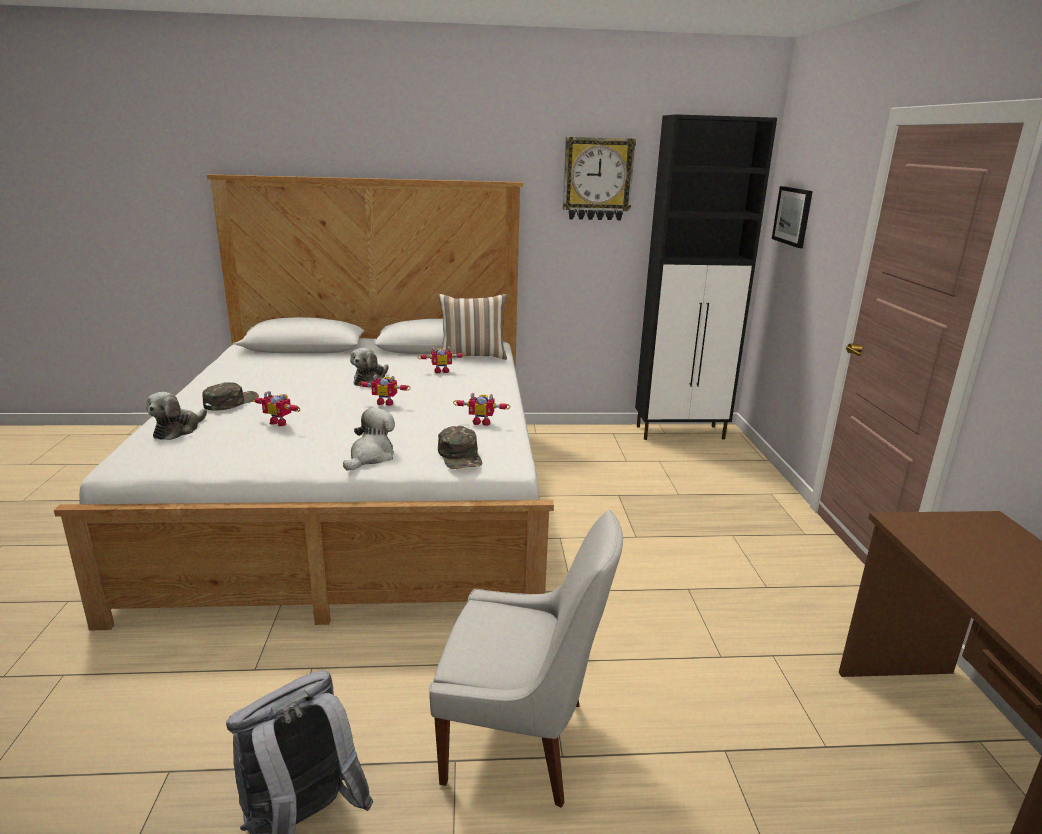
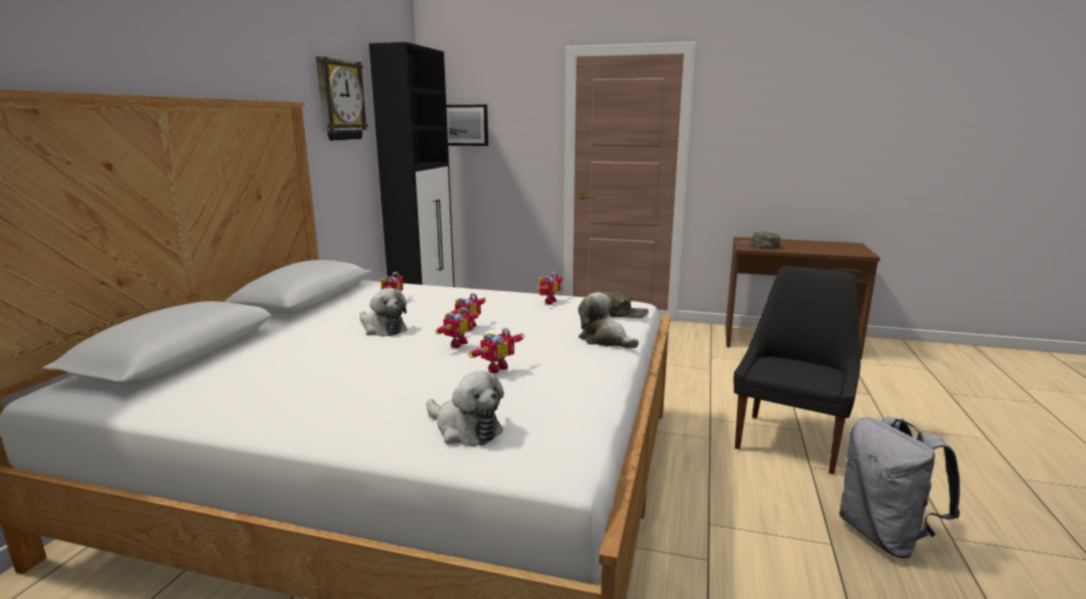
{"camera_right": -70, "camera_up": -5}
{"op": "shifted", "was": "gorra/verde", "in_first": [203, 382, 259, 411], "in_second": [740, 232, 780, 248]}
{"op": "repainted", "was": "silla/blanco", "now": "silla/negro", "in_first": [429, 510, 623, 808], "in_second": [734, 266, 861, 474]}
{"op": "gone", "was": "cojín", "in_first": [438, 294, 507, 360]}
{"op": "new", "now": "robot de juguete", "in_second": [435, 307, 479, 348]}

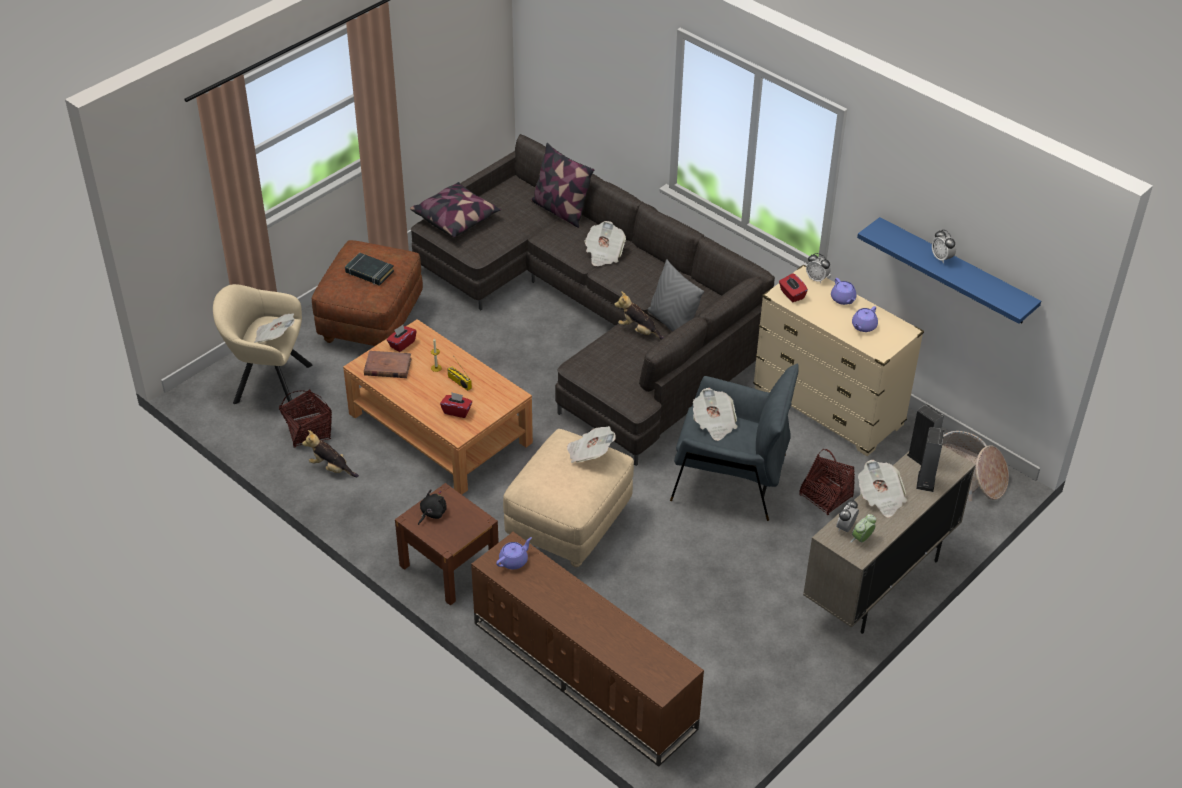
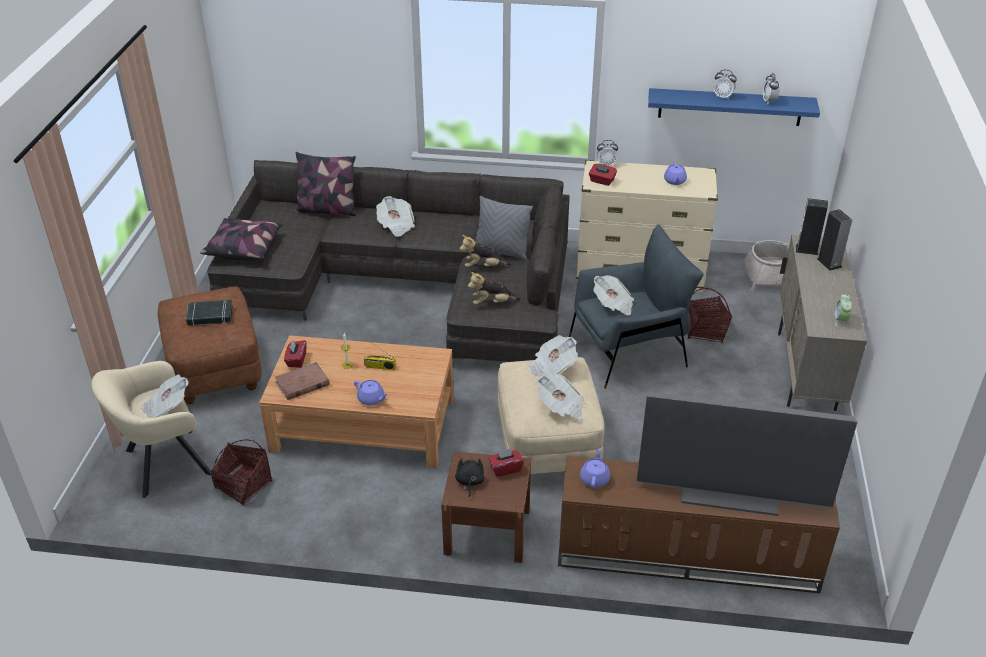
{"camera_right": -35, "camera_up": -5}
{"op": "shifted", "was": "peluche", "in_first": [302, 430, 359, 477], "in_second": [468, 272, 520, 305]}
{"op": "shifted", "was": "caja de pañuelos/rojo", "in_first": [440, 392, 472, 418], "in_second": [488, 448, 524, 477]}
{"op": "shifted", "was": "tetera/morado", "in_first": [831, 278, 857, 305], "in_second": [354, 380, 388, 405]}
{"op": "shifted", "was": "despertador", "in_first": [836, 500, 859, 532], "in_second": [763, 74, 780, 105]}
{"op": "shifted", "was": "periódico", "in_first": [858, 460, 907, 518], "in_second": [538, 373, 584, 420]}
{"op": "new", "now": "televisor", "in_second": [636, 392, 857, 516]}

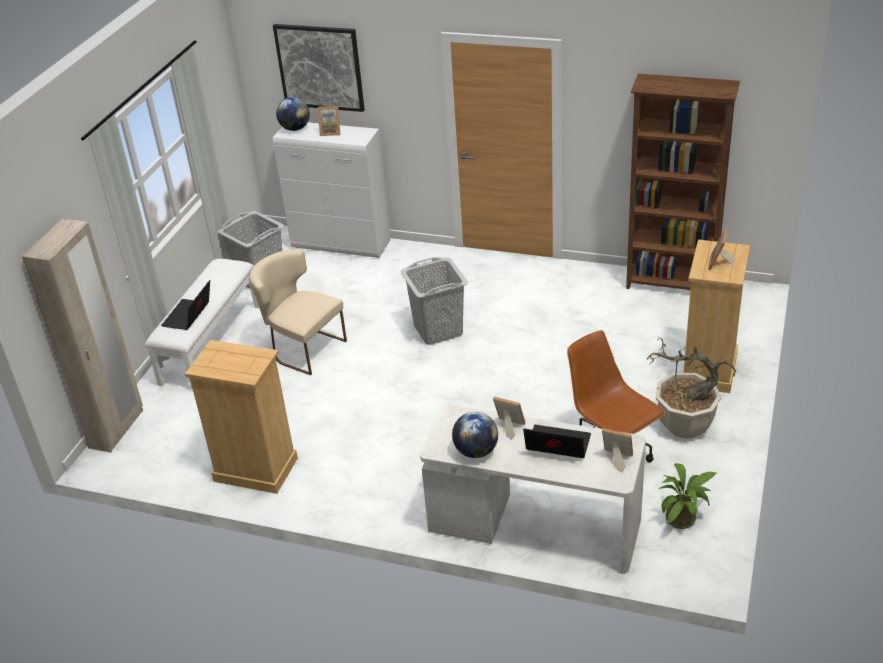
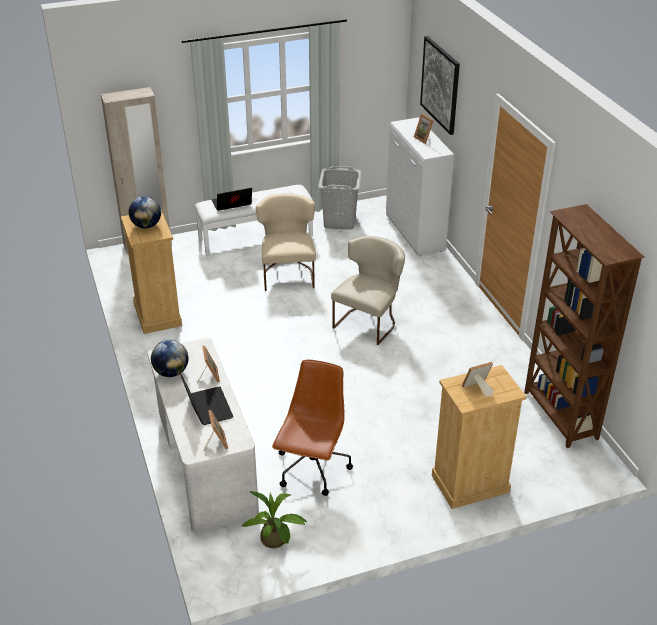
{"camera_right": 50, "camera_up": 0}
{"op": "shifted", "was": "globo terráqueo", "in_first": [276, 97, 310, 131], "in_second": [129, 196, 161, 229]}
{"op": "swapped", "was": "cesto de la ropa/gris", "now": "silla/beis", "in_first": [401, 257, 468, 345], "in_second": [331, 236, 405, 345]}
{"op": "gone", "was": "planta en maceta", "in_first": [647, 336, 737, 439]}

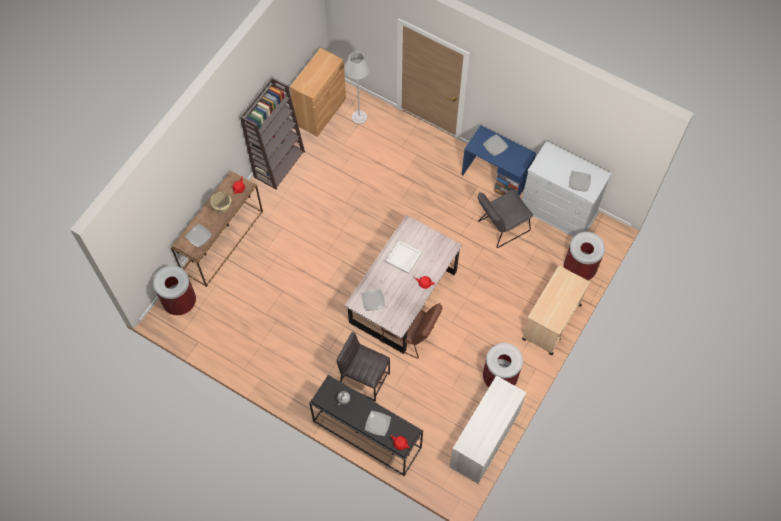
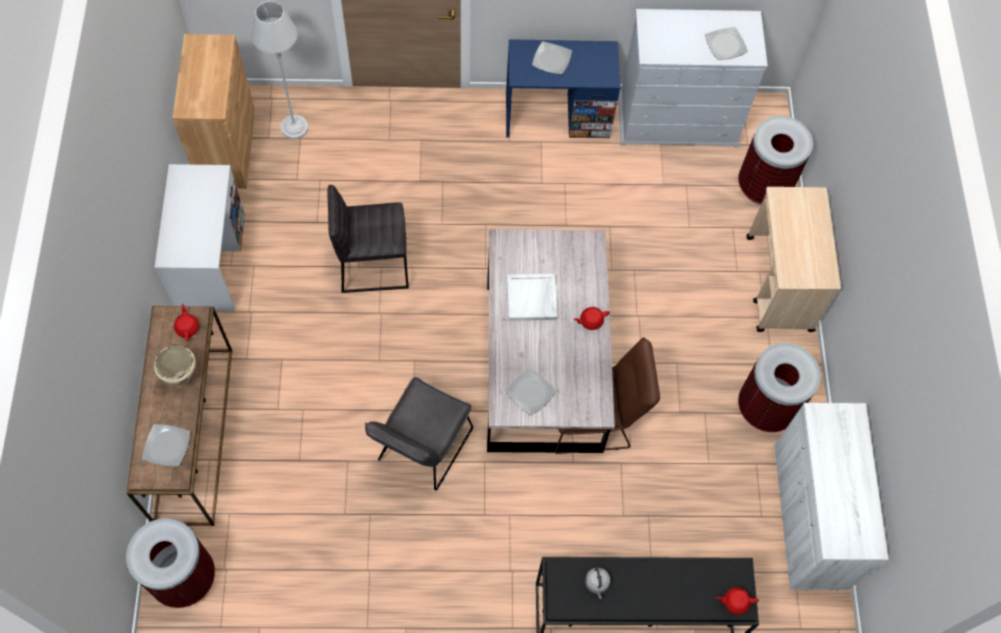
{"camera_right": -35, "camera_up": 0}
{"op": "swapped", "was": "estantería/marrón", "now": "escritorio/blanco", "in_first": [240, 77, 305, 190], "in_second": [154, 164, 245, 311]}
{"op": "shifted", "was": "taburete/gris", "in_first": [336, 332, 390, 402], "in_second": [327, 185, 409, 293]}
{"op": "gone", "was": "plato", "in_first": [365, 411, 391, 436]}
{"op": "shifted", "was": "silla/gris", "in_first": [478, 189, 533, 248], "in_second": [365, 377, 473, 491]}

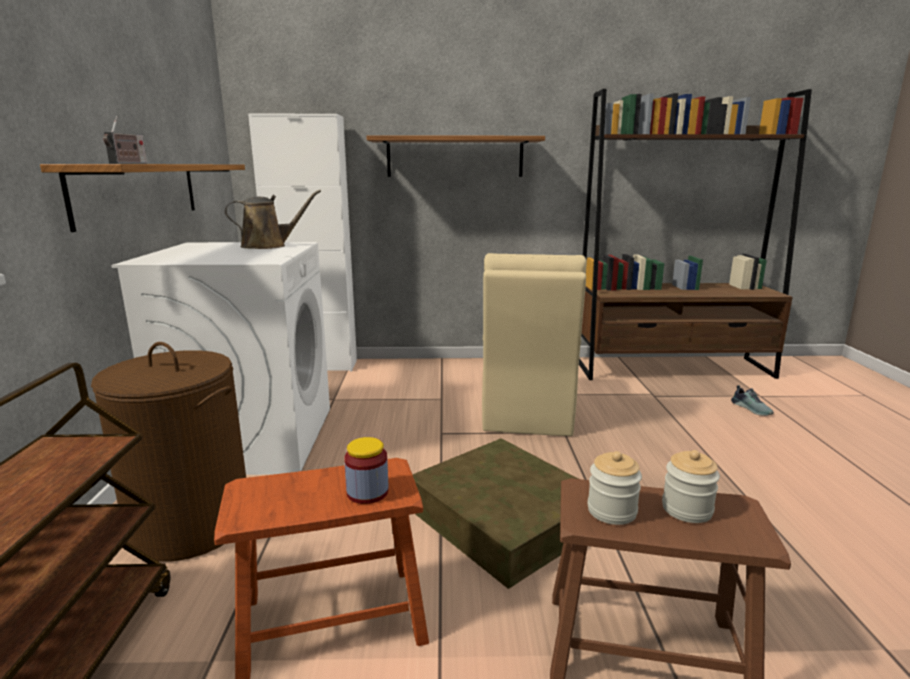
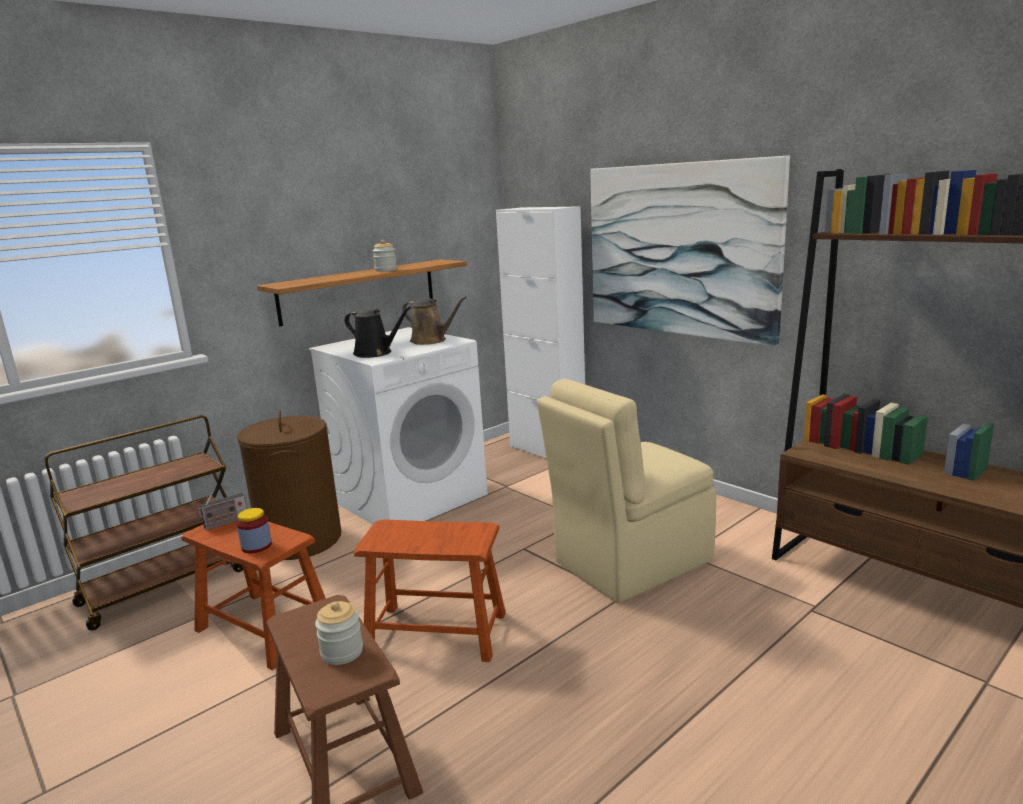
{"camera_right": 50, "camera_up": 0}
{"op": "shifted", "was": "radio", "in_first": [103, 116, 147, 164], "in_second": [196, 489, 247, 530]}
{"op": "swapped", "was": "estante", "now": "cuadro", "in_first": [367, 135, 545, 177], "in_second": [590, 156, 790, 347]}
{"op": "swapped", "was": "caja de almacenaje/marrón", "now": "taburete/marrón", "in_first": [412, 438, 578, 589], "in_second": [354, 519, 506, 662]}
{"op": "shifted", "was": "tarro", "in_first": [587, 451, 642, 525], "in_second": [373, 240, 397, 272]}
{"op": "gone", "was": "zapato", "in_first": [731, 385, 774, 416]}
{"op": "new", "now": "regadera/negro", "in_second": [344, 306, 411, 358]}

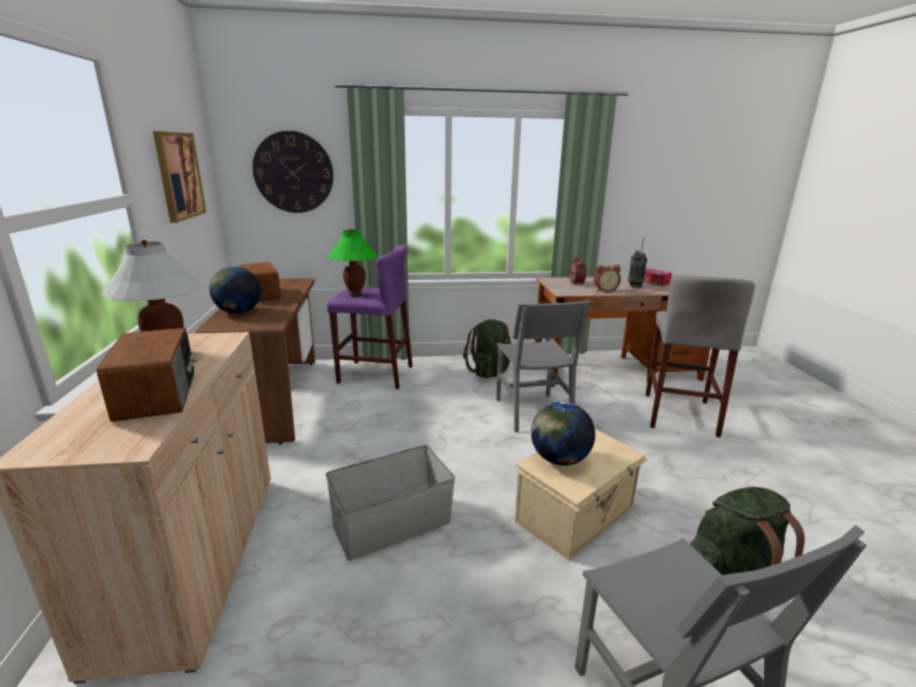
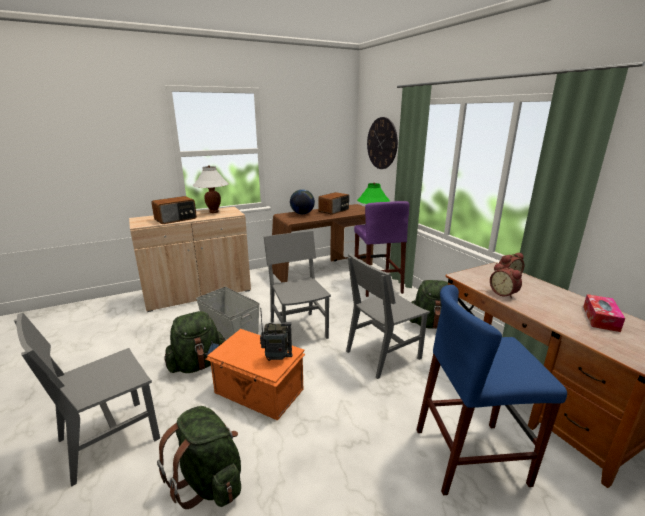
{"camera_right": 70, "camera_up": 0}
{"op": "gone", "was": "cuadro", "in_first": [153, 131, 206, 223]}
{"op": "repainted", "was": "caja de almacenaje/beis", "now": "caja de almacenaje/naranja", "in_first": [515, 429, 648, 560], "in_second": [205, 329, 305, 421]}
{"op": "gone", "was": "globo terráqueo", "in_first": [531, 402, 595, 466]}
{"op": "shifted", "was": "radio", "in_first": [628, 237, 647, 288], "in_second": [260, 308, 292, 361]}
{"op": "repainted", "was": "taburete/gris", "now": "taburete/azul", "in_first": [646, 275, 755, 437], "in_second": [417, 285, 567, 495]}
{"op": "new", "now": "mochila/verde", "in_second": [164, 311, 226, 373]}
{"op": "new", "now": "silla/gris", "in_second": [264, 231, 331, 339]}

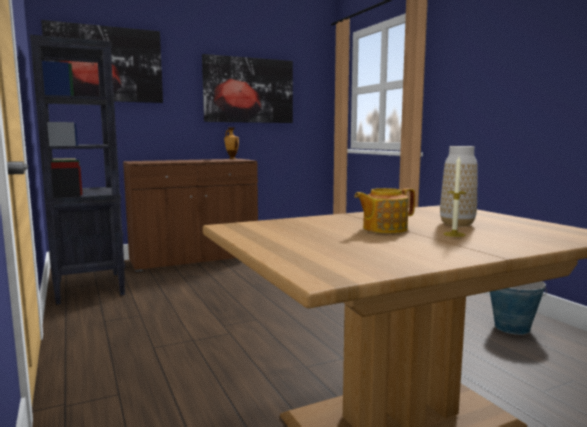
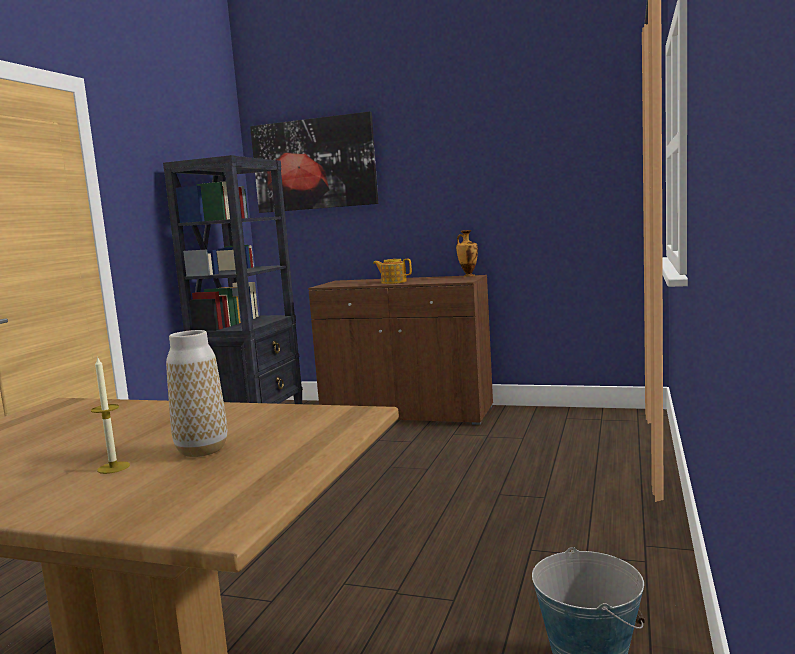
{"camera_right": 45, "camera_up": 0}
{"op": "gone", "was": "cuadro", "in_first": [202, 54, 293, 123]}
{"op": "shifted", "was": "tetera", "in_first": [354, 188, 415, 233], "in_second": [373, 259, 412, 284]}

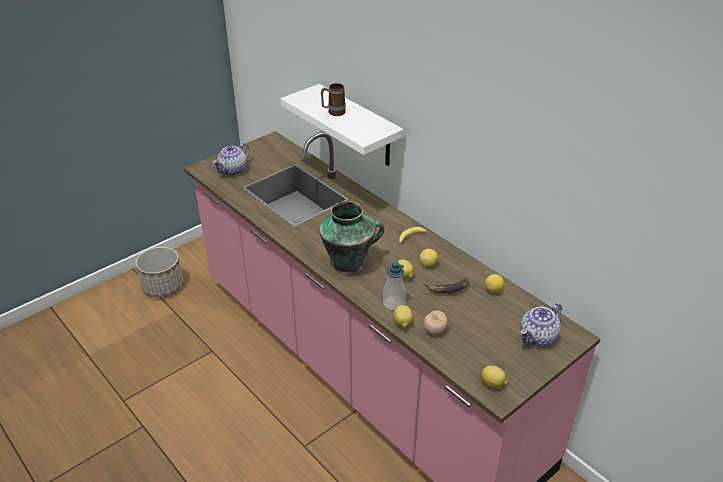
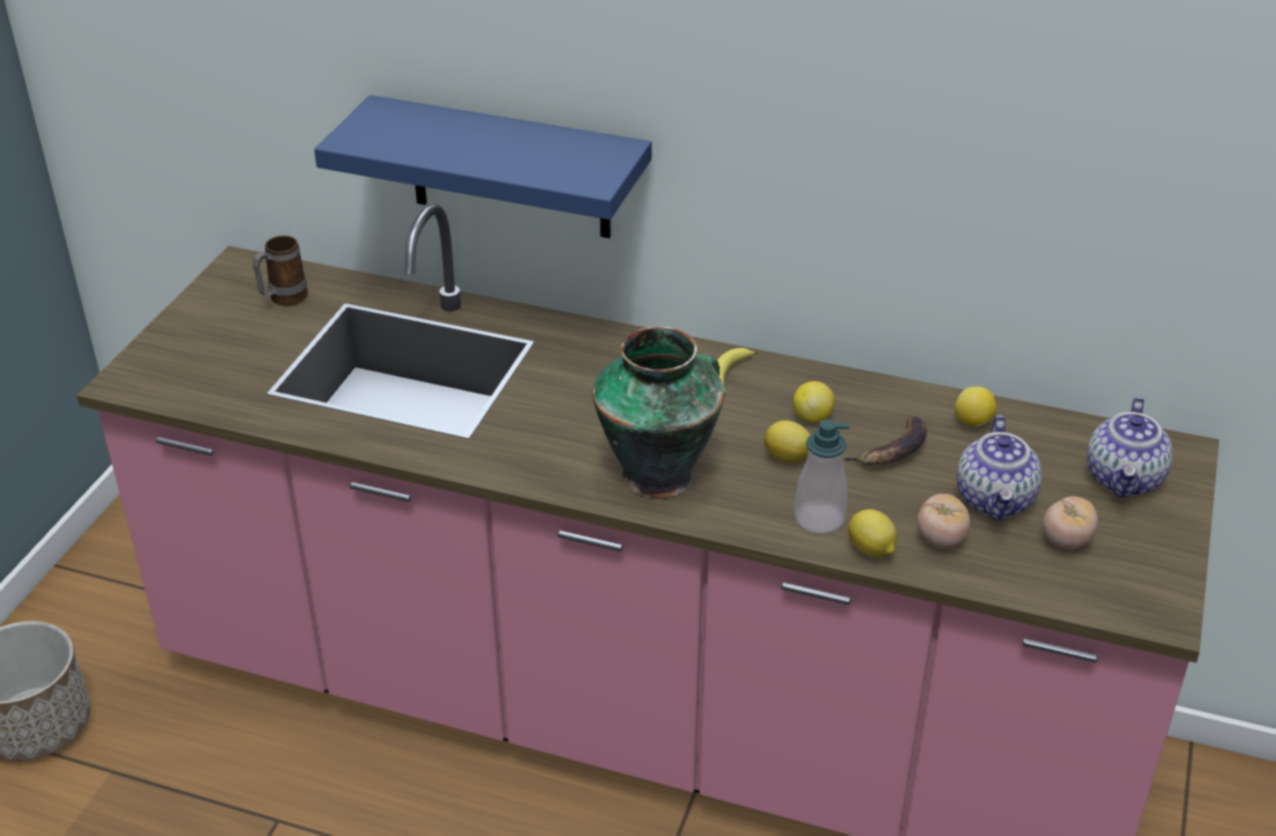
{"camera_right": -30, "camera_up": 0}
{"op": "shifted", "was": "tetera", "in_first": [212, 143, 249, 176], "in_second": [957, 415, 1042, 521]}
{"op": "repainted", "was": "estante/blanco", "now": "estante/azul", "in_first": [281, 84, 404, 166], "in_second": [314, 95, 652, 238]}
{"op": "shifted", "was": "taza grande", "in_first": [321, 83, 346, 116], "in_second": [253, 235, 308, 306]}
{"op": "gone", "was": "limón", "in_first": [481, 365, 507, 388]}
{"op": "new", "now": "tomate", "in_second": [1043, 496, 1098, 549]}

